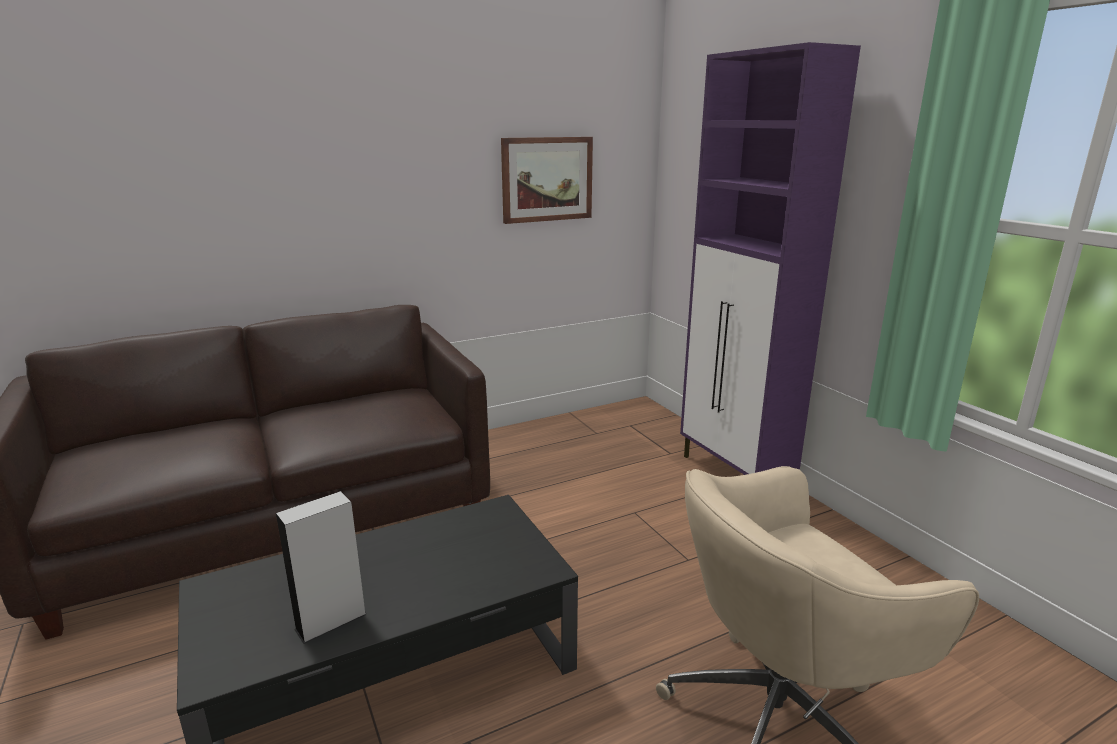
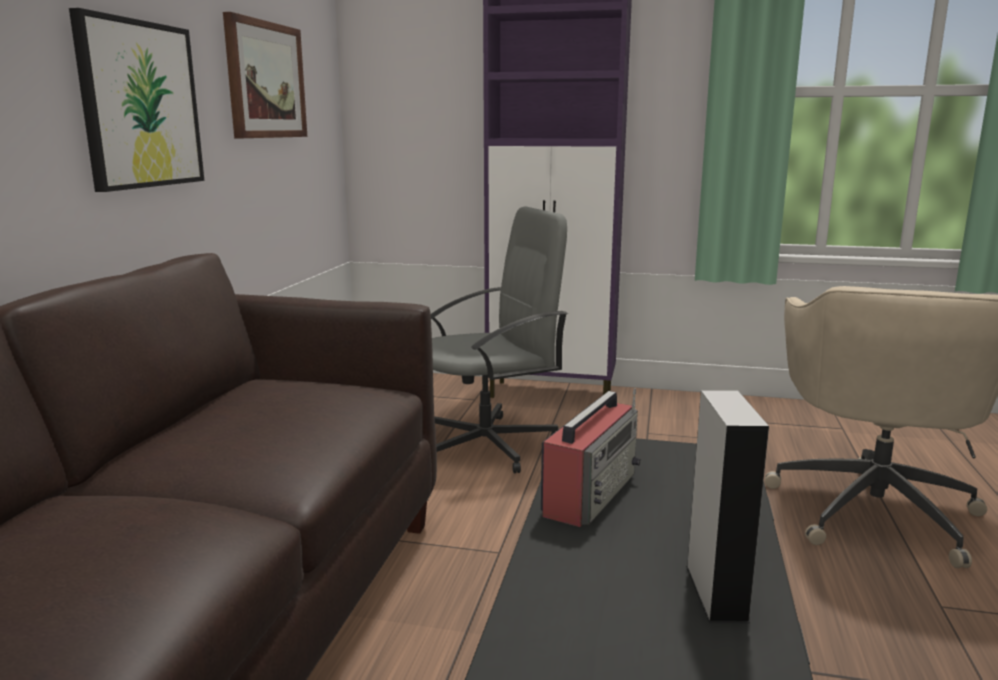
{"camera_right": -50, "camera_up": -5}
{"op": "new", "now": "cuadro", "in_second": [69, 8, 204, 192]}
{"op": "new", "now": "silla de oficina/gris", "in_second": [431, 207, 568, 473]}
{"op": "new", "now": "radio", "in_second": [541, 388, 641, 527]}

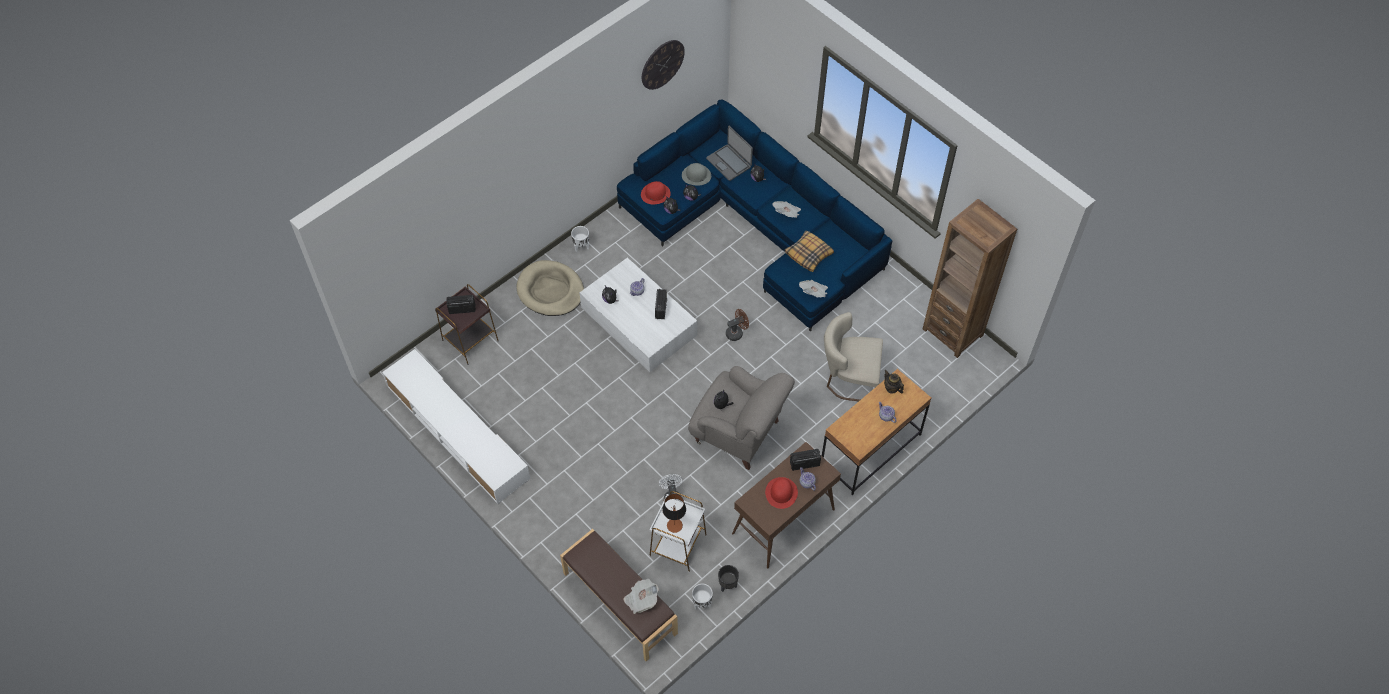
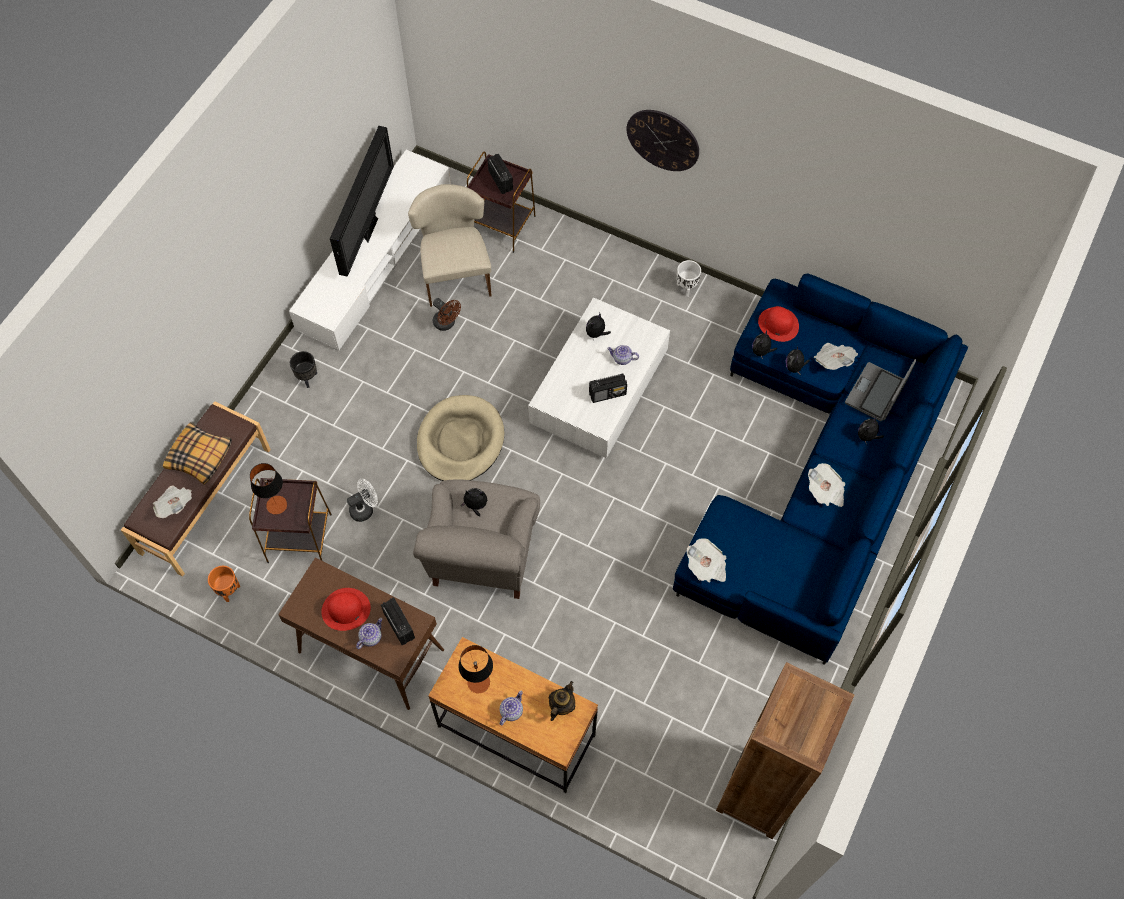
{"camera_right": 70, "camera_up": 5}
{"op": "shifted", "was": "cama para perro/beis", "in_first": [516, 260, 584, 316], "in_second": [417, 395, 504, 481]}
{"op": "shifted", "was": "reloj de pared", "in_first": [642, 40, 685, 90], "in_second": [626, 110, 699, 171]}
{"op": "repainted", "was": "mesa auxiliar/blanco", "now": "mesa auxiliar/marrón", "in_first": [649, 491, 707, 573], "in_second": [249, 478, 332, 563]}
{"op": "swapped", "was": "sombrero/gris", "now": "periódico", "in_first": [682, 163, 711, 186], "in_second": [813, 343, 858, 370]}
{"op": "repainted", "was": "maceta/blanco", "now": "maceta/naranja", "in_first": [692, 584, 713, 609], "in_second": [208, 566, 240, 602]}
{"op": "shifted", "was": "maceta/negro", "in_first": [718, 565, 739, 592], "in_second": [290, 351, 317, 388]}
{"op": "shifted", "was": "ventilador/marrón", "in_first": [726, 309, 749, 341], "in_second": [433, 298, 461, 331]}
{"op": "shifted", "was": "cojín", "in_first": [785, 231, 834, 272], "in_second": [163, 422, 232, 485]}
{"op": "shifted", "was": "silla/beis", "in_first": [824, 312, 883, 401], "in_second": [408, 184, 492, 307]}
{"op": "new", "now": "televisor", "in_second": [330, 126, 394, 277]}
{"op": "new", "now": "lámpara de mesa", "in_second": [458, 645, 493, 693]}

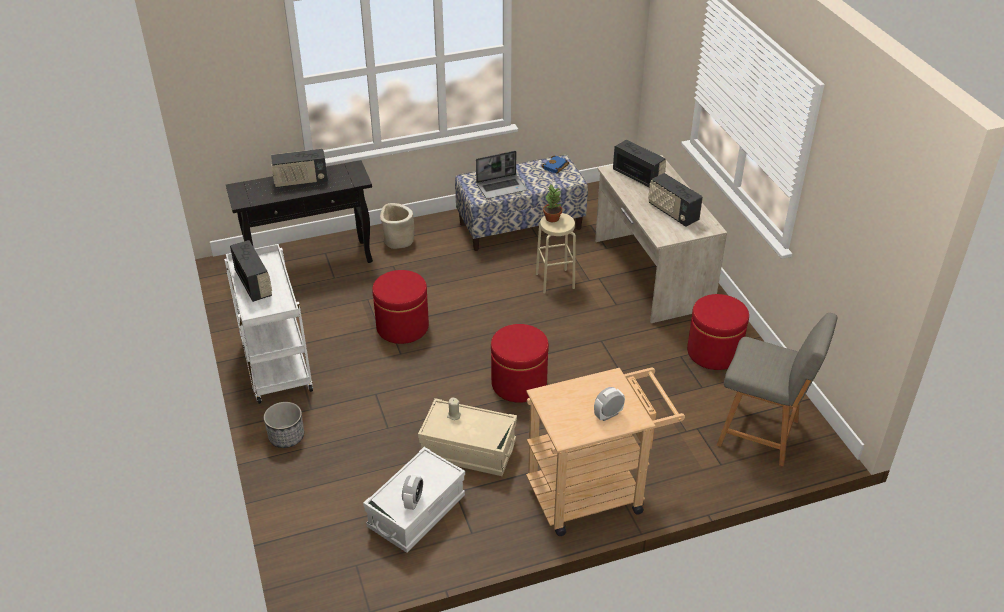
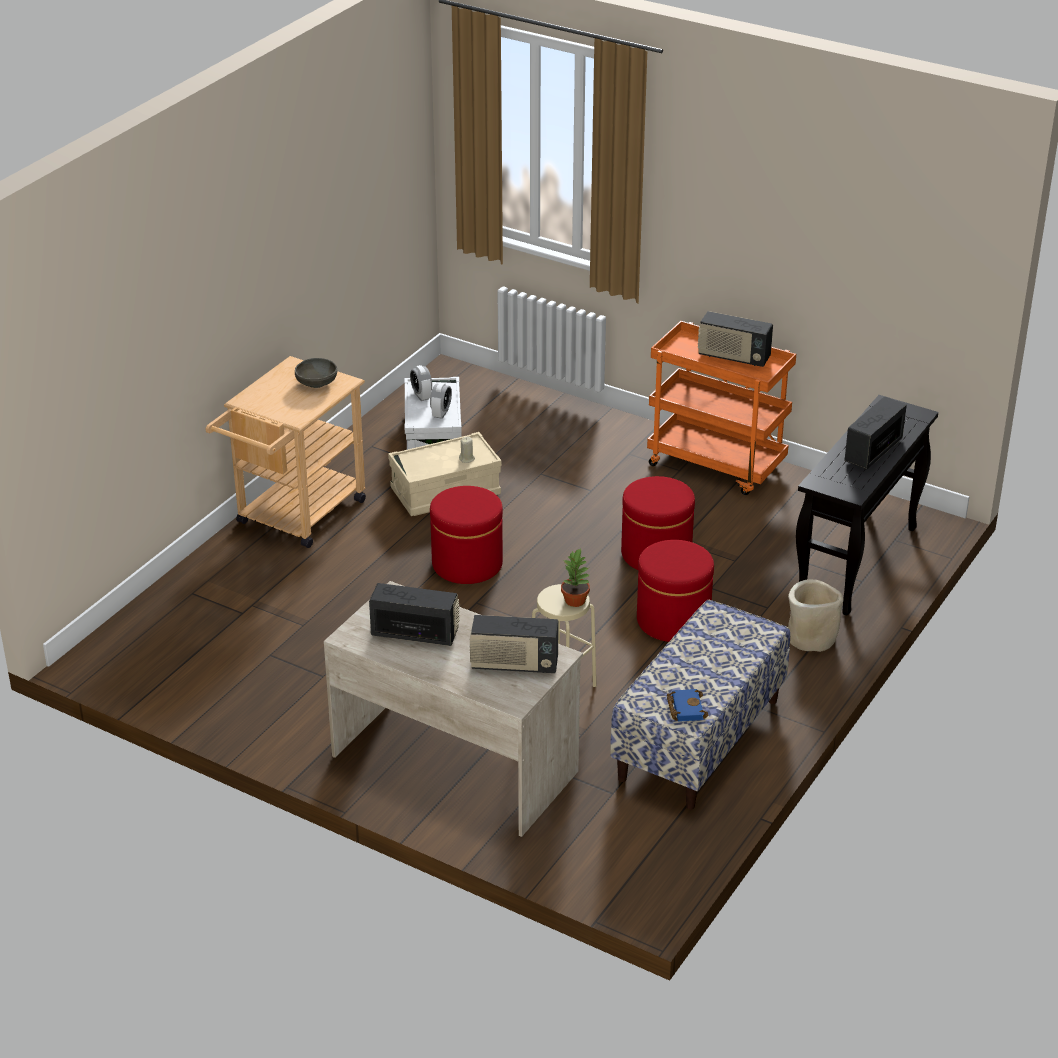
{"camera_right": 140, "camera_up": -5}
{"op": "repainted", "was": "carrito/blanco", "now": "carrito/naranja", "in_first": [224, 244, 313, 404], "in_second": [647, 321, 796, 495]}
{"op": "gone", "was": "maceta", "in_first": [264, 402, 304, 448]}
{"op": "gone", "was": "portátil", "in_first": [476, 151, 527, 199]}
{"op": "shifted", "was": "despertador", "in_first": [594, 387, 625, 421], "in_second": [430, 382, 452, 419]}
{"op": "shifted", "was": "puf/rojo", "in_first": [687, 294, 749, 370], "in_second": [637, 540, 714, 642]}
{"op": "gone", "was": "silla/gris", "in_first": [717, 313, 838, 466]}
{"op": "new", "now": "cuenco/gris", "in_second": [295, 358, 337, 388]}

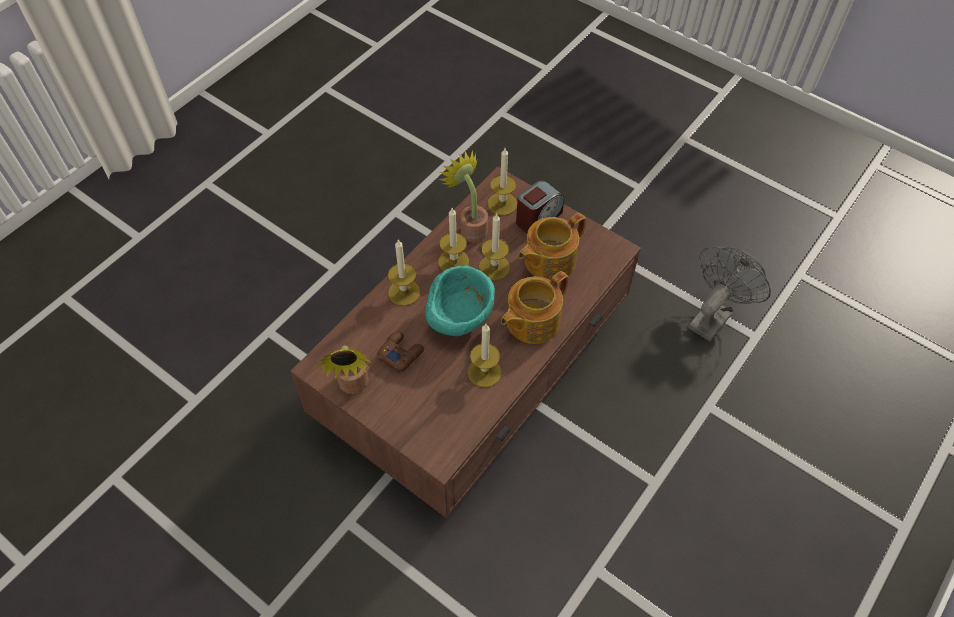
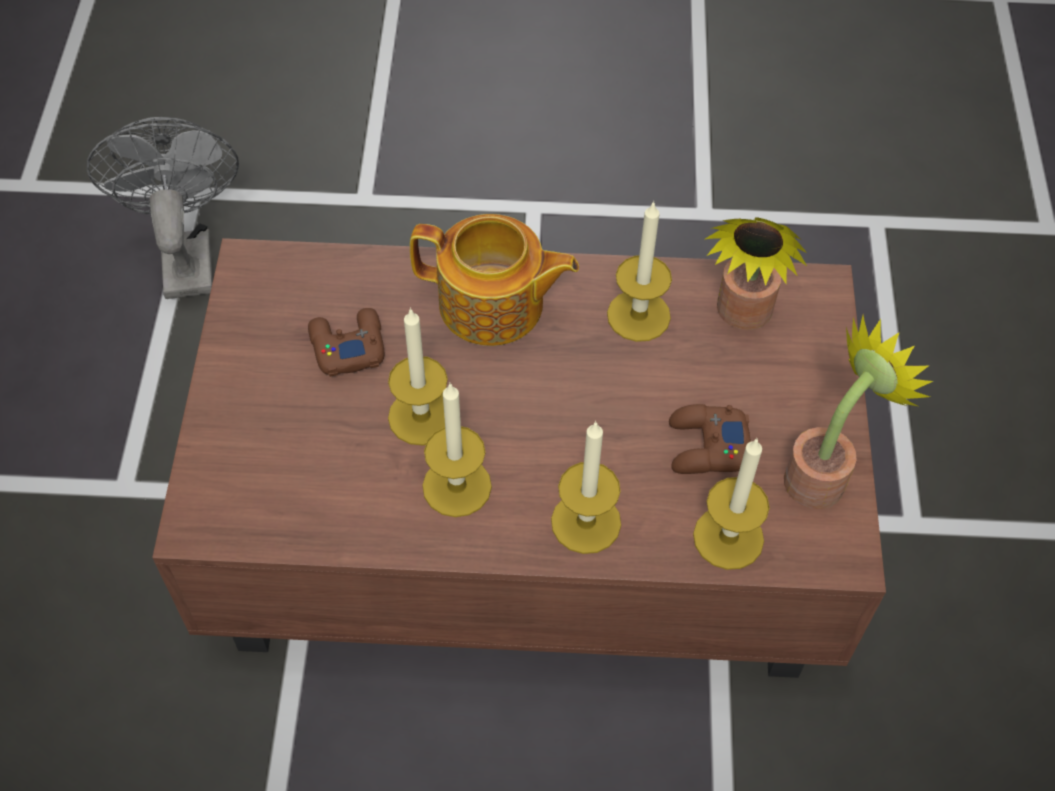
{"camera_right": -125, "camera_up": 0}
{"op": "gone", "was": "cuenco/turquesa", "in_first": [425, 265, 495, 336]}
{"op": "shifted", "was": "planta en maceta", "in_first": [439, 150, 488, 243], "in_second": [705, 217, 807, 330]}
{"op": "shifted", "was": "vela", "in_first": [487, 148, 517, 216], "in_second": [693, 438, 770, 570]}
{"op": "gone", "was": "despertador", "in_first": [516, 180, 564, 233]}
{"op": "swapped", "was": "tetera", "now": "mando de consola/marrón", "in_first": [518, 213, 586, 281], "in_second": [308, 308, 385, 377]}
{"op": "rotated", "was": "ventilador/gris", "in_first": [688, 246, 771, 341], "in_second": [87, 117, 239, 299], "clockwise": 75}

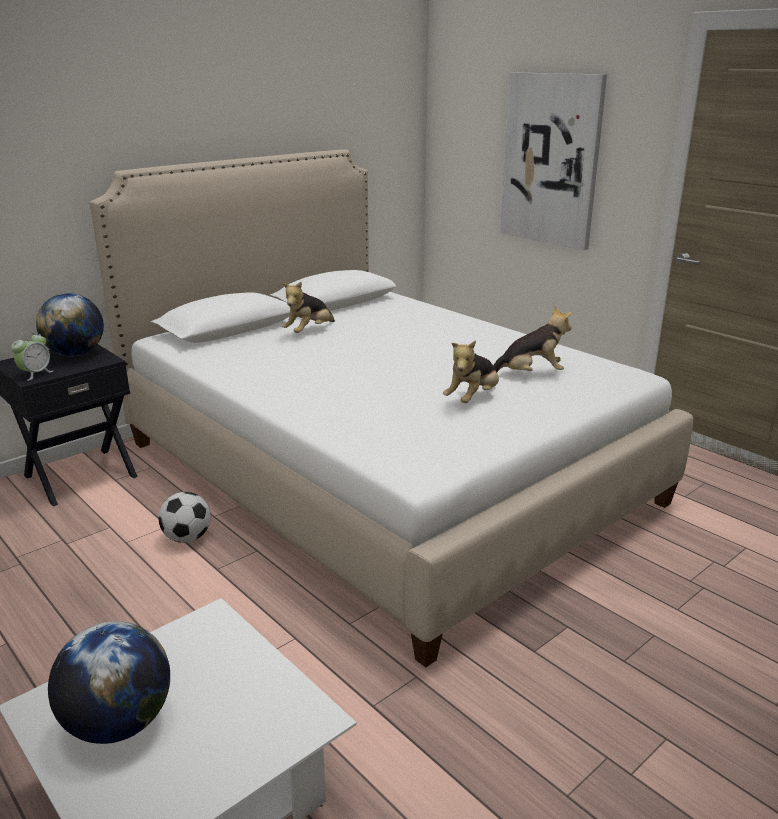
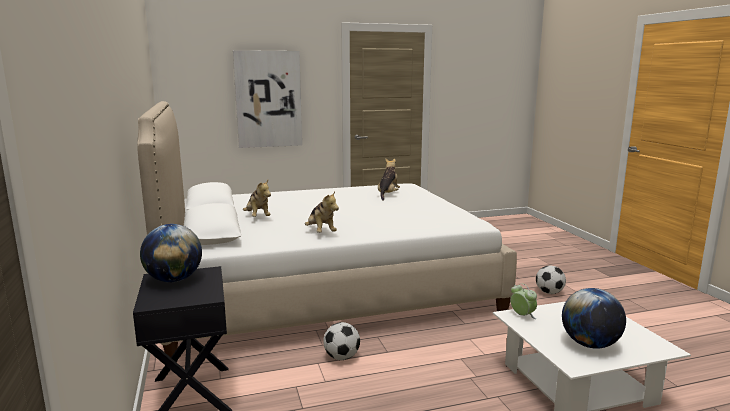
{"camera_right": -65, "camera_up": -10}
{"op": "shifted", "was": "despertador", "in_first": [11, 331, 53, 381], "in_second": [510, 283, 537, 319]}
{"op": "shifted", "was": "peluche", "in_first": [443, 340, 499, 403], "in_second": [305, 191, 339, 233]}
{"op": "new", "now": "balón de fútbol", "in_second": [536, 265, 566, 294]}

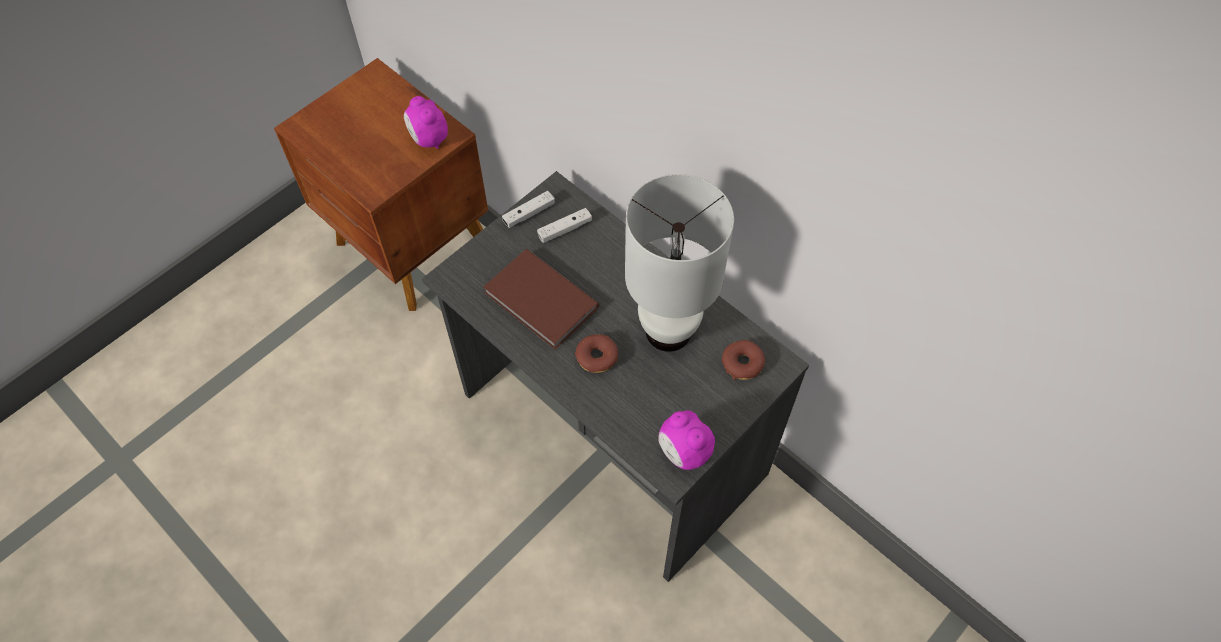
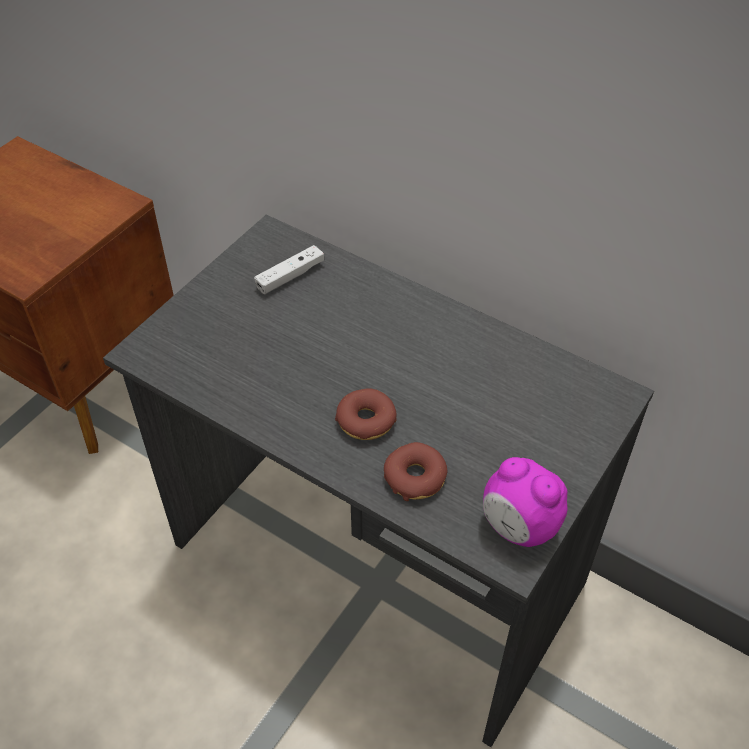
{"camera_right": -10, "camera_up": -10}
{"op": "gone", "was": "despertador", "in_first": [404, 96, 448, 149]}
{"op": "gone", "was": "libro/marrón", "in_first": [483, 249, 599, 349]}
{"op": "gone", "was": "mando de consola/blanco", "in_first": [502, 191, 555, 228]}
{"op": "gone", "was": "lámpara de mesa/blanco", "in_first": [625, 174, 734, 352]}
{"op": "shifted", "was": "rosquilla", "in_first": [722, 340, 765, 380], "in_second": [384, 442, 447, 501]}

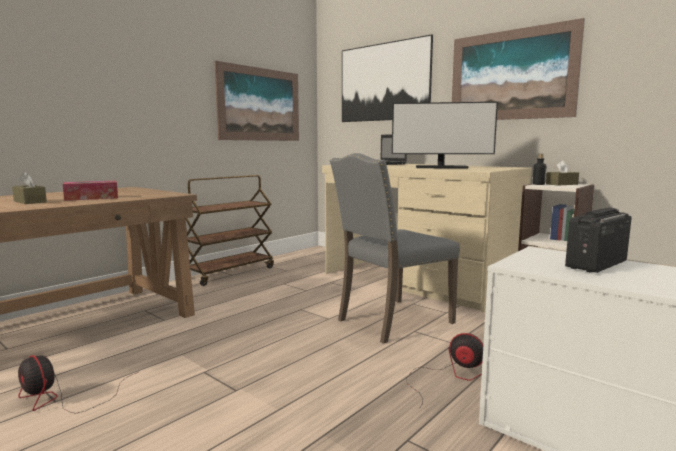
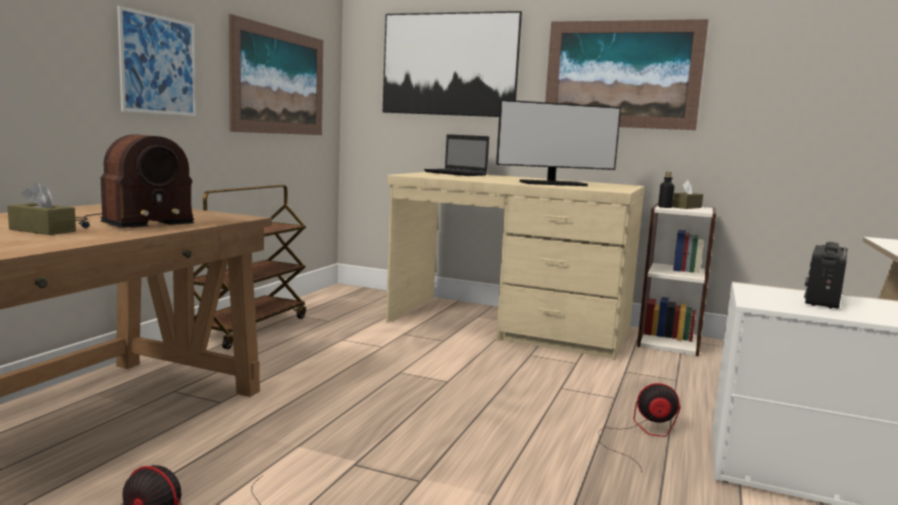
{"camera_right": -20, "camera_up": 0}
{"op": "swapped", "was": "caja de pañuelos", "now": "radio", "in_first": [63, 181, 118, 201], "in_second": [75, 134, 194, 228]}
{"op": "gone", "was": "silla/gris", "in_first": [330, 153, 460, 344]}
{"op": "new", "now": "cuadro", "in_second": [117, 6, 196, 116]}

